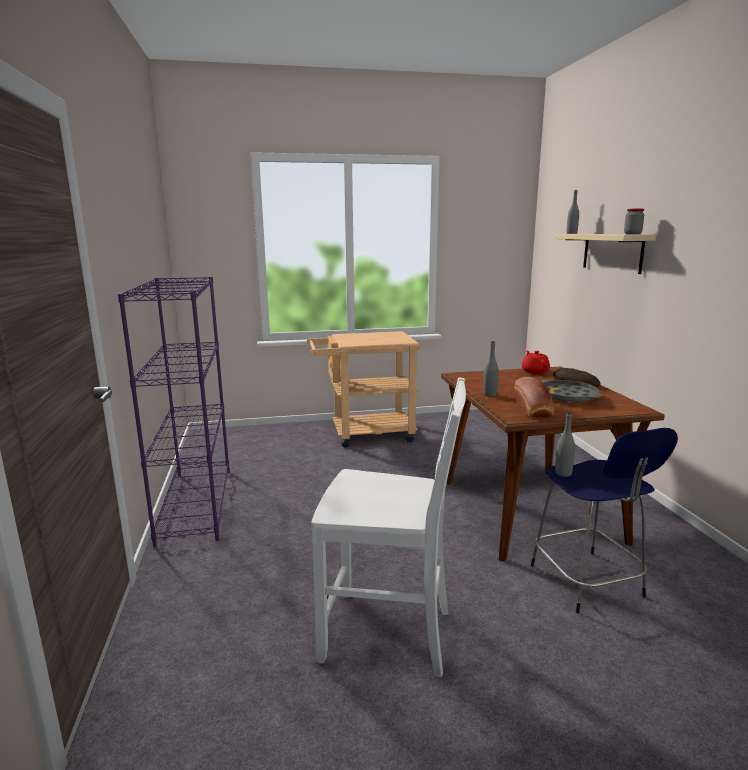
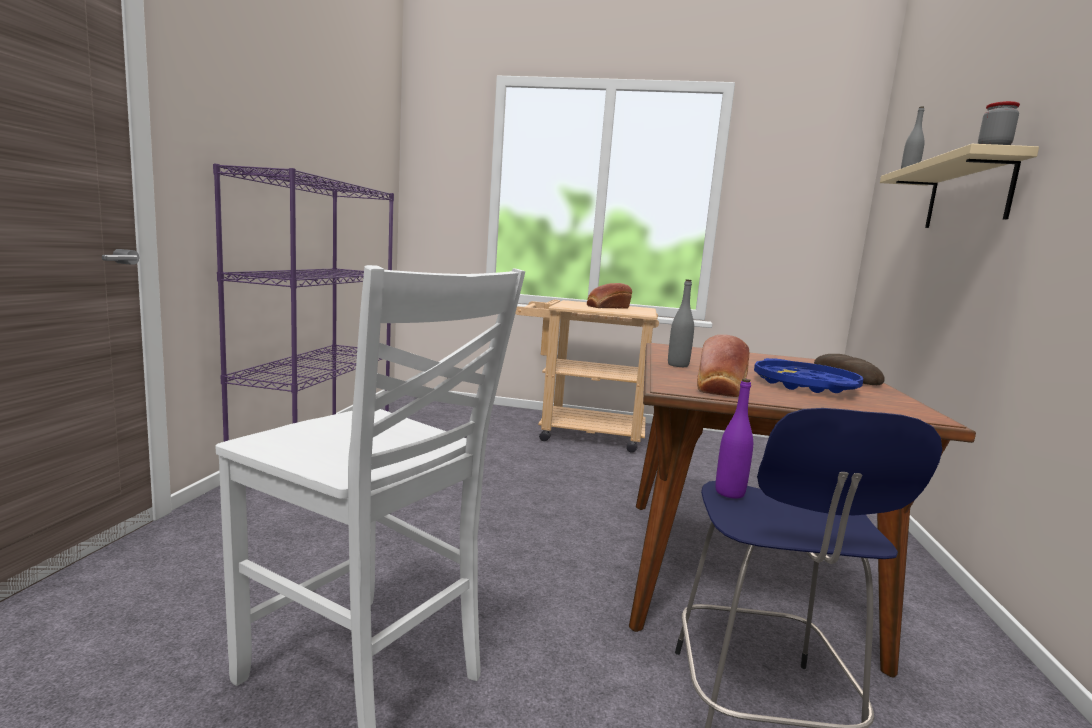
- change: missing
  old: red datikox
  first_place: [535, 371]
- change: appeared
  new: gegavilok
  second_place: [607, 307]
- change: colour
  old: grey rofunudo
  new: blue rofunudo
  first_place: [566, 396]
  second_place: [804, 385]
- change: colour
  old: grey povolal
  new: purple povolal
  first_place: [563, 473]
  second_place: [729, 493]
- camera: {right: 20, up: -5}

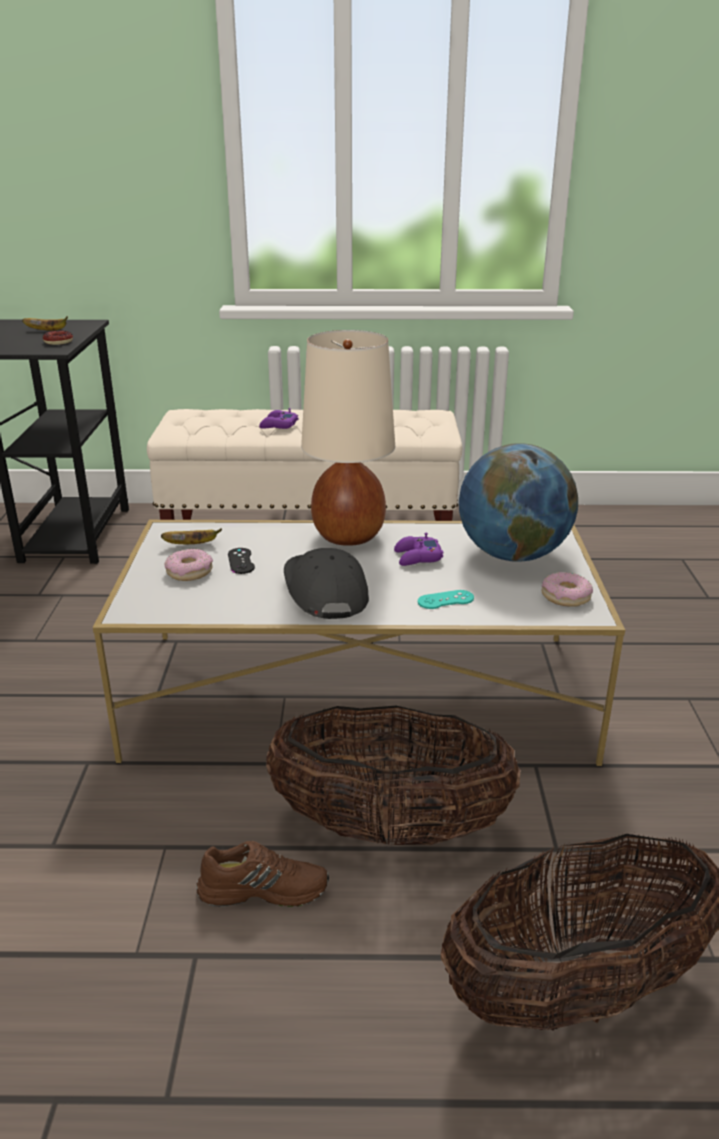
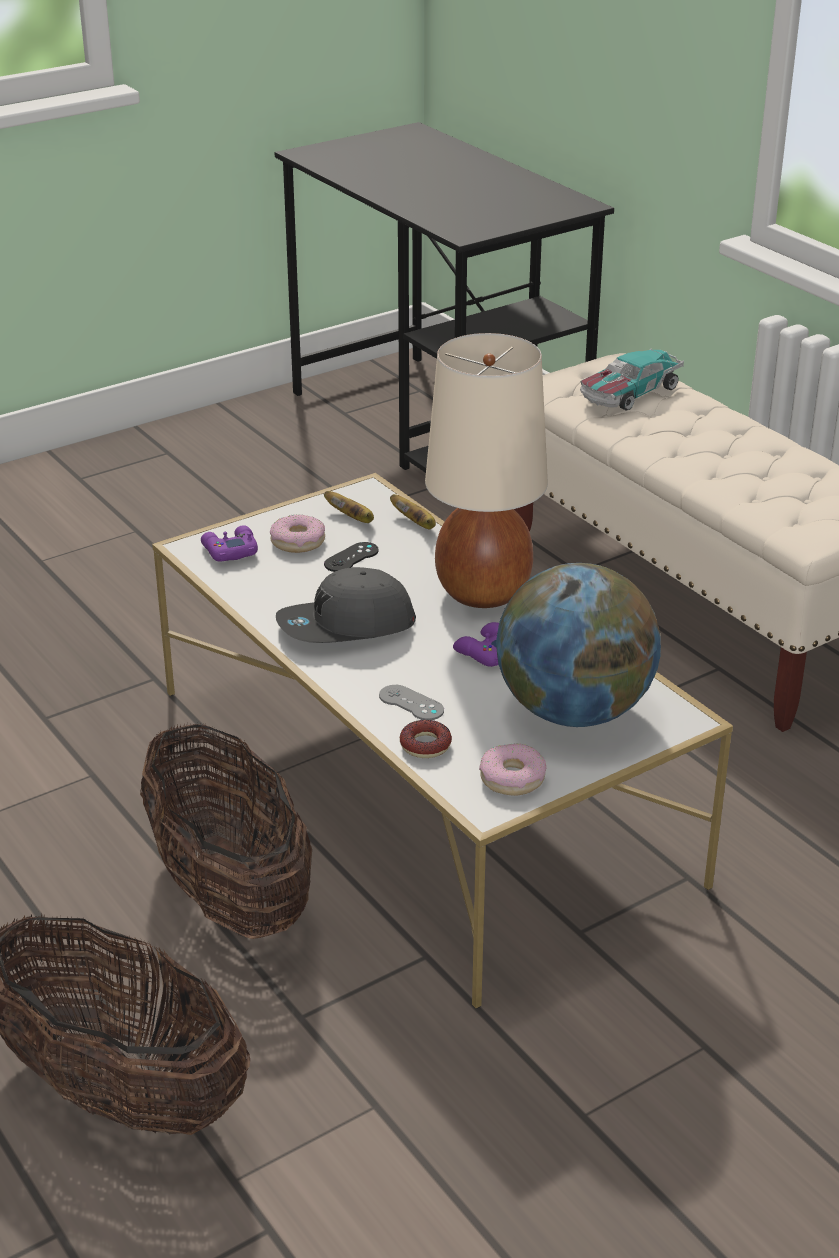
- change: missing
  old: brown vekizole
  first_place: [263, 888]
- change: appeared
  new: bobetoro
  second_place: [629, 393]
- change: relocated
  old: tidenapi
  first_place: [48, 330]
  second_place: [416, 523]
- change: relocated
  old: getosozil
  first_place: [58, 342]
  second_place: [425, 745]
- change: relocated
  old: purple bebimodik
  first_place: [278, 425]
  second_place: [229, 550]
- change: colour
  old: turquoise bebimodik
  new: grey bebimodik
  first_place: [445, 600]
  second_place: [411, 703]
- change: spun
  old: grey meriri
  first_place: [324, 591]
  second_place: [346, 627]
  degrees: -150
- camera: {right: 55, up: 5}

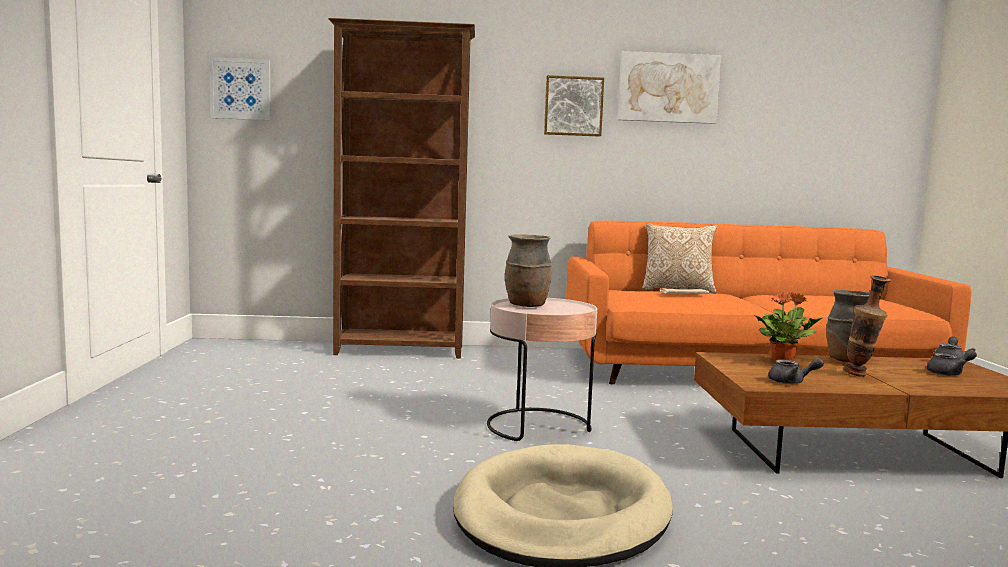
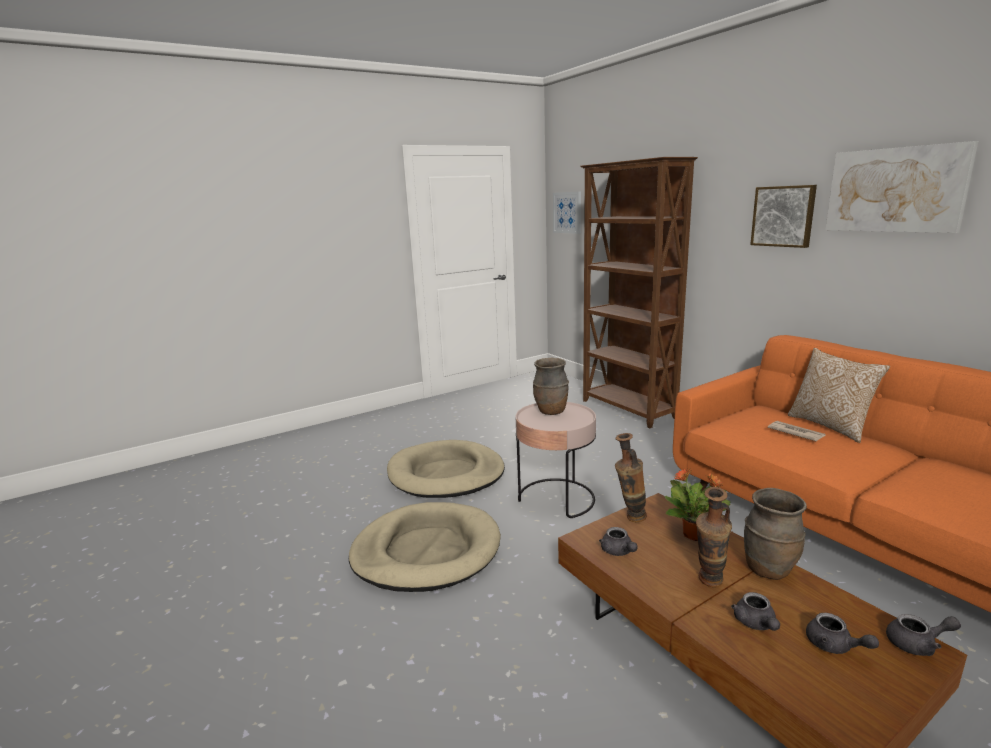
- change: appeared
  new: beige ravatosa
  second_place: [446, 474]
- change: appeared
  new: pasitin
  second_place: [629, 518]
- change: appeared
  new: grey datikox
  second_place: [756, 624]
- camera: {right: 60, up: 10}

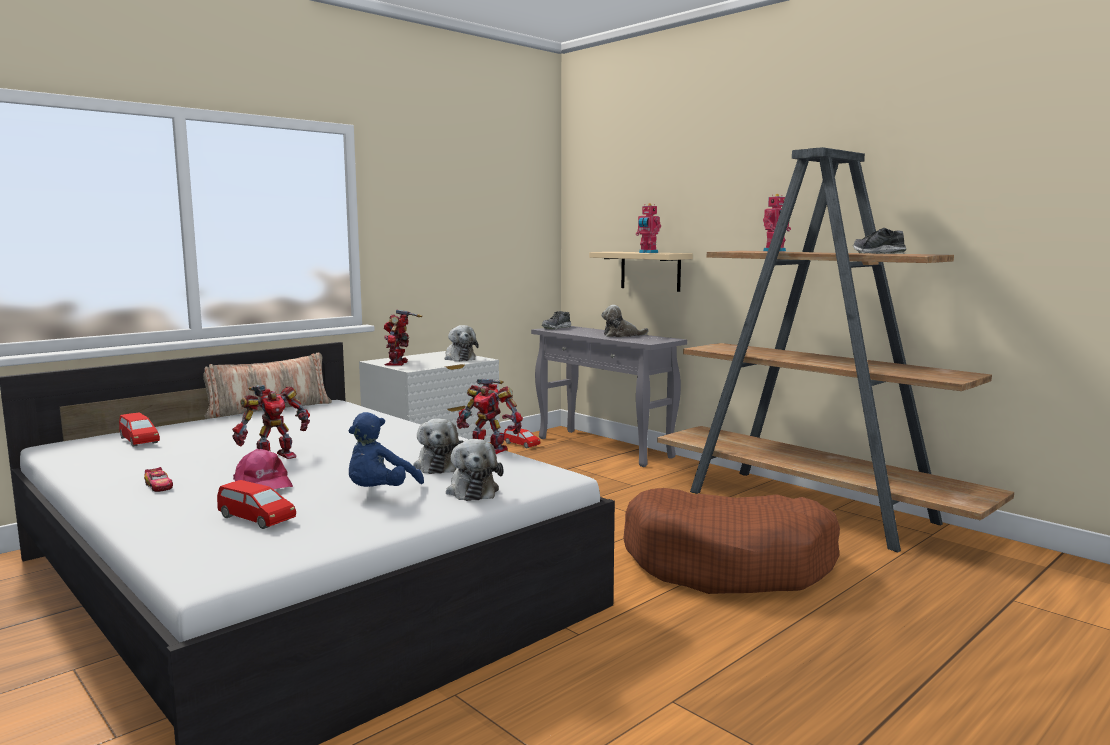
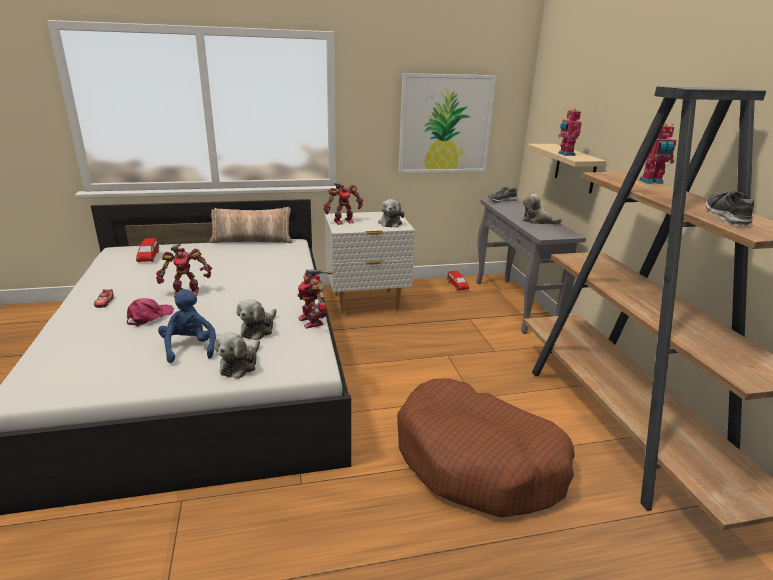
- change: missing
  old: red bobetoro
  first_place: [256, 518]
- change: appeared
  new: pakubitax
  second_place: [445, 124]
- change: spun
  old: pink meriri
  first_place: [263, 483]
  second_place: [149, 316]
  degrees: -135
- change: spun
  old: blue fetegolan
  first_place: [380, 493]
  second_place: [189, 348]
  degrees: 105
- change: spun
  old: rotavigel
  first_place: [398, 363]
  second_place: [343, 221]
  degrees: -150
- camera: {right: 30, up: 15}

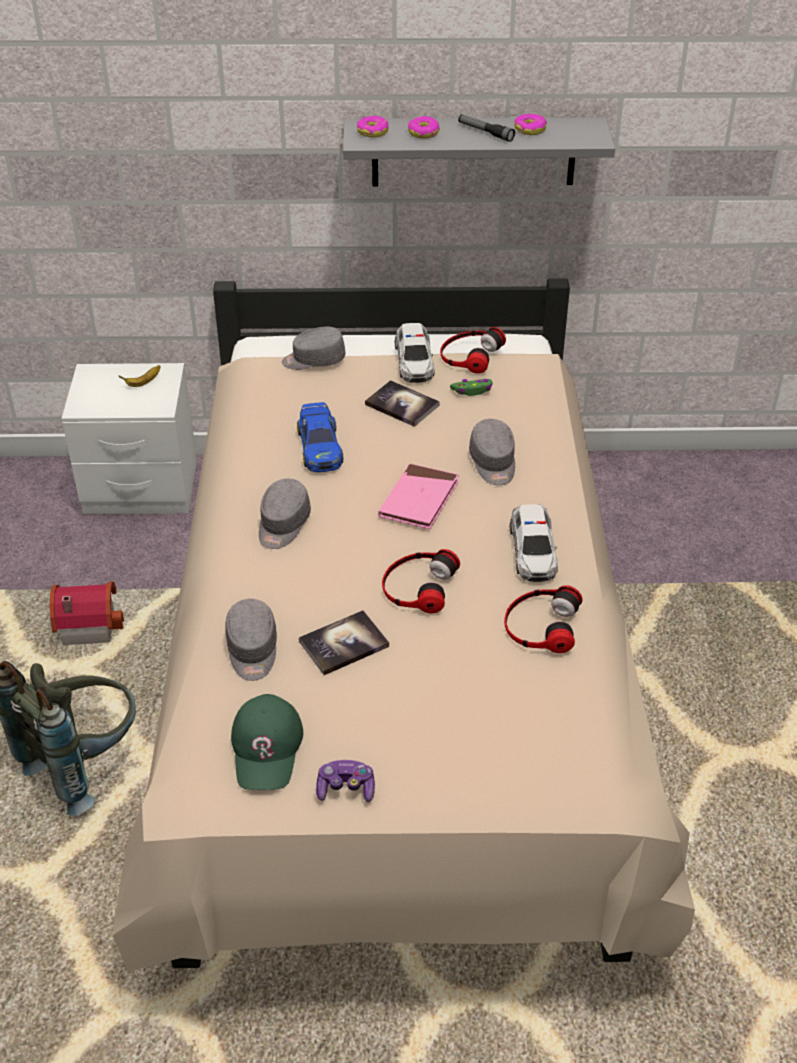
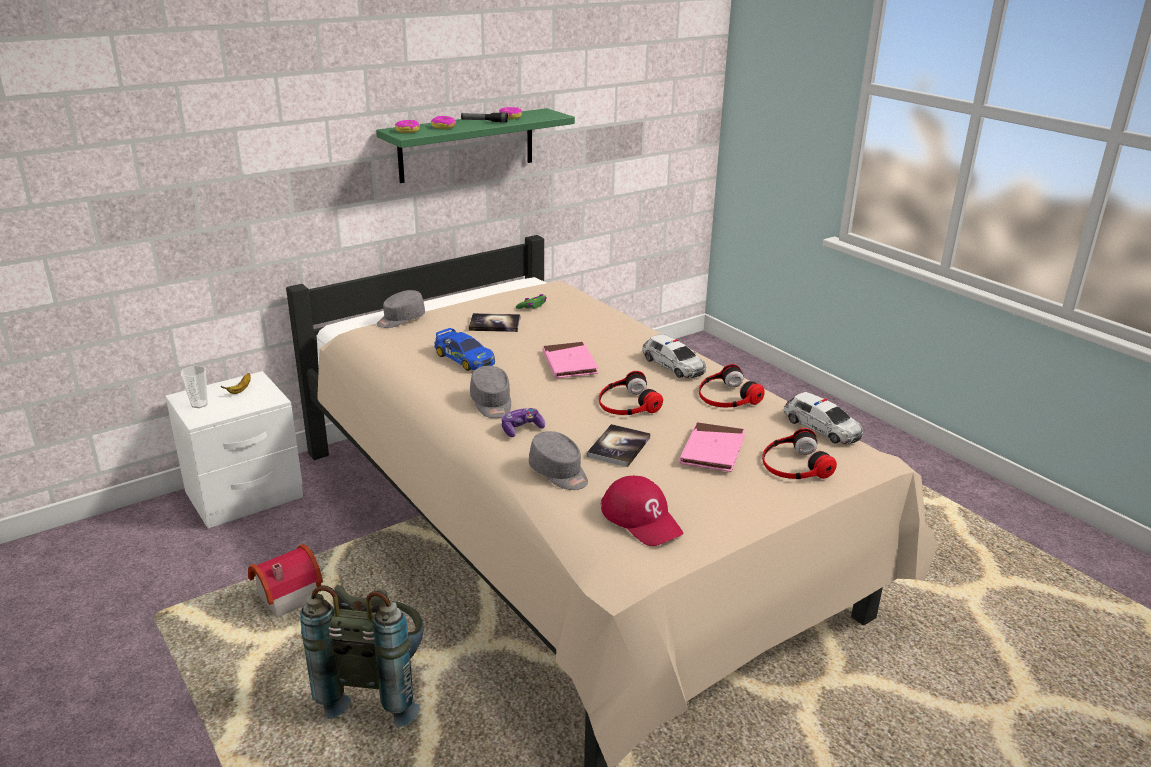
- change: missing
  old: grey meriri
  first_place: [493, 463]
- change: appeared
  new: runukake
  second_place: [199, 404]
- change: appeared
  new: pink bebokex
  second_place: [712, 451]
- change: relocated
  old: bebimodik
  first_place: [346, 788]
  second_place: [521, 429]
- change: relocated
  old: bobetoro
  first_place: [414, 361]
  second_place: [822, 427]
- change: relocated
  old: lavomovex
  first_place: [469, 355]
  second_place: [794, 464]
- change: colour
  old: green meriri
  new: red meriri
  first_place: [267, 748]
  second_place: [642, 519]
- change: colour
  old: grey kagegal
  new: green kagegal
  first_place: [473, 151]
  second_place: [467, 145]
- camera: {right: -35, up: -15}

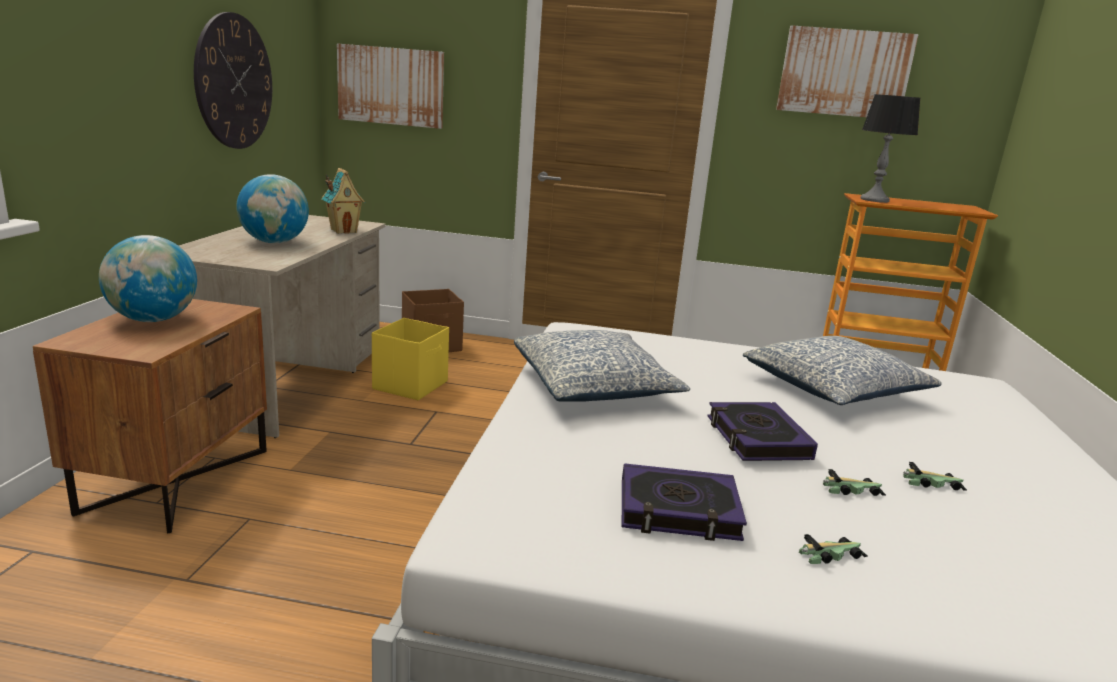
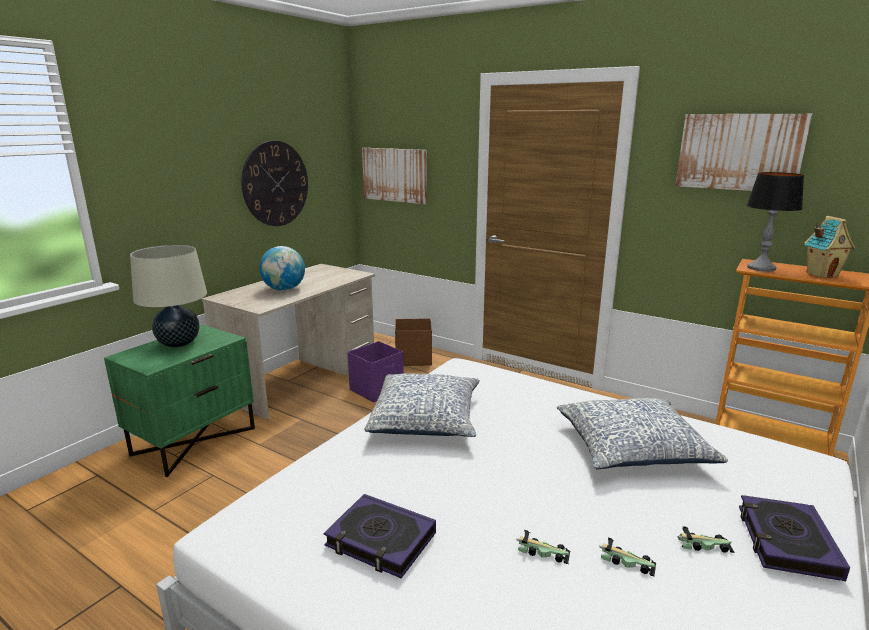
- change: relocated
  old: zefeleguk
  first_place: [344, 231]
  second_place: [821, 274]
- change: relocated
  old: bebokex
  first_place: [757, 438]
  second_place: [786, 542]
- change: relocated
  old: bobetoro
  first_place: [830, 554]
  second_place: [703, 545]
- change: exchanged
  old: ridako
  new: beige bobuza
  first_place: [154, 320]
  second_place: [179, 343]
- change: colour
  old: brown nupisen
  new: green nupisen
  first_place: [176, 479]
  second_place: [194, 441]
- change: colour
  old: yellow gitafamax
  new: purple gitafamax
  first_place: [411, 385]
  second_place: [377, 389]
- camera: {right: 25, up: 0}

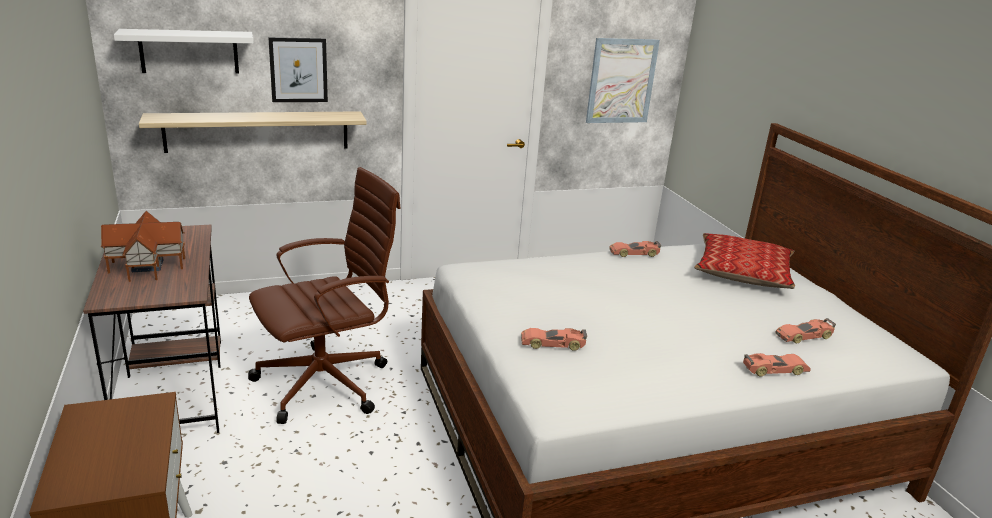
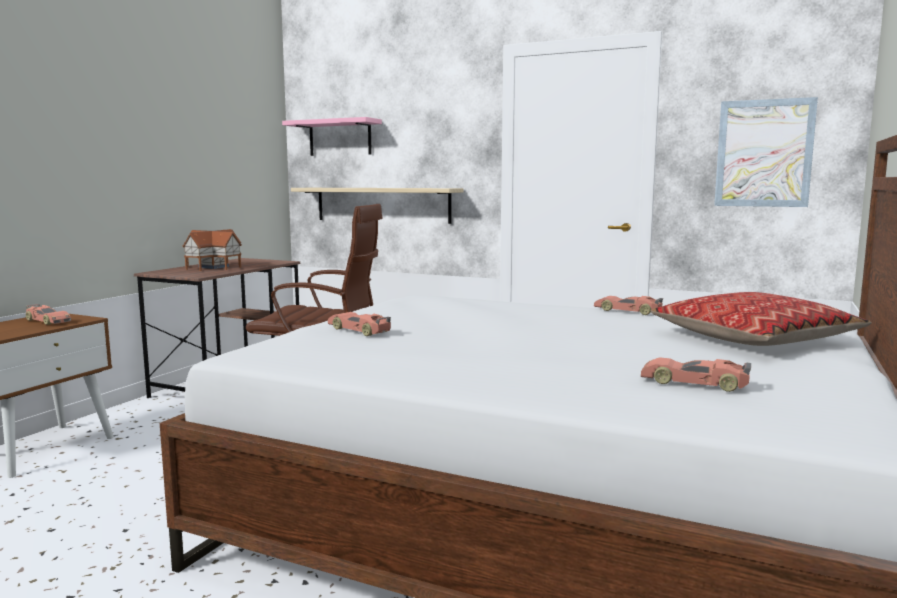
- change: missing
  old: pakubitax
  first_place: [298, 70]
- change: relocated
  old: bobetoro
  first_place: [774, 370]
  second_place: [47, 321]
- change: colour
  old: white kagegal
  new: pink kagegal
  first_place: [189, 51]
  second_place: [340, 138]
- camera: {right: 45, up: -15}

